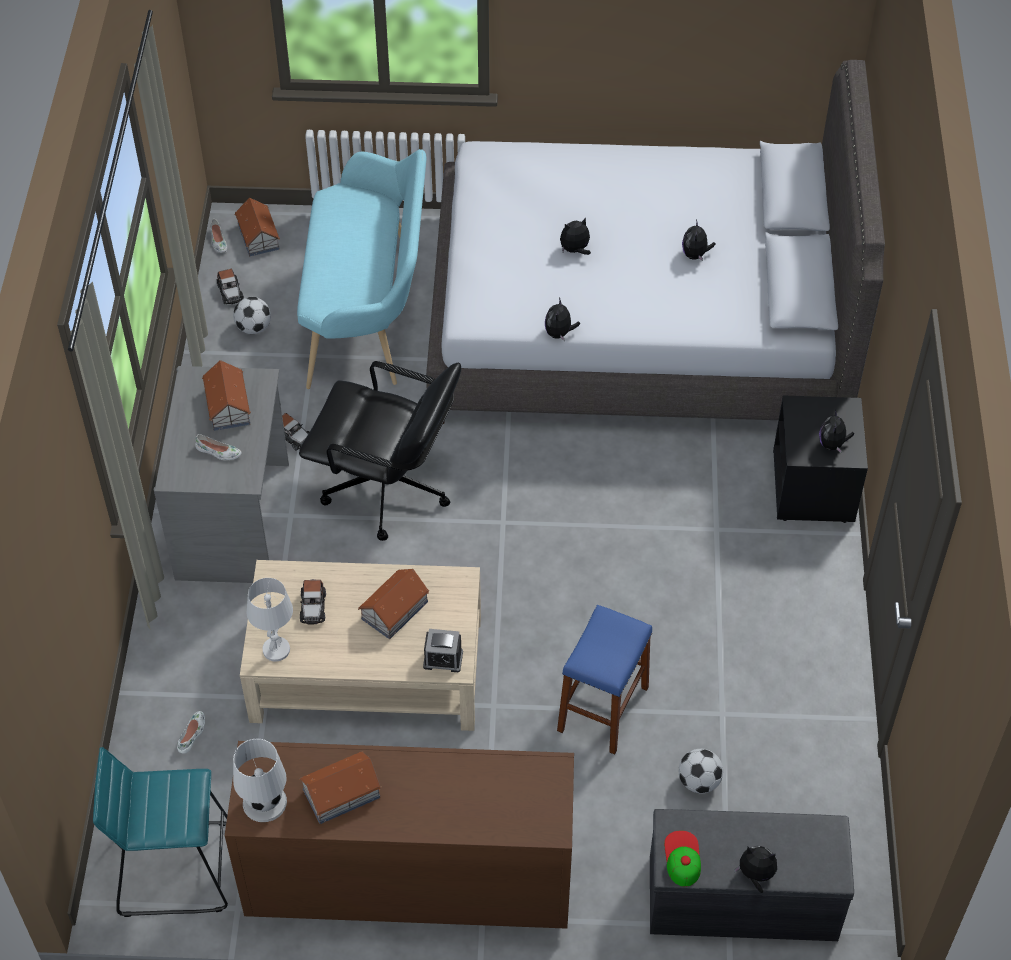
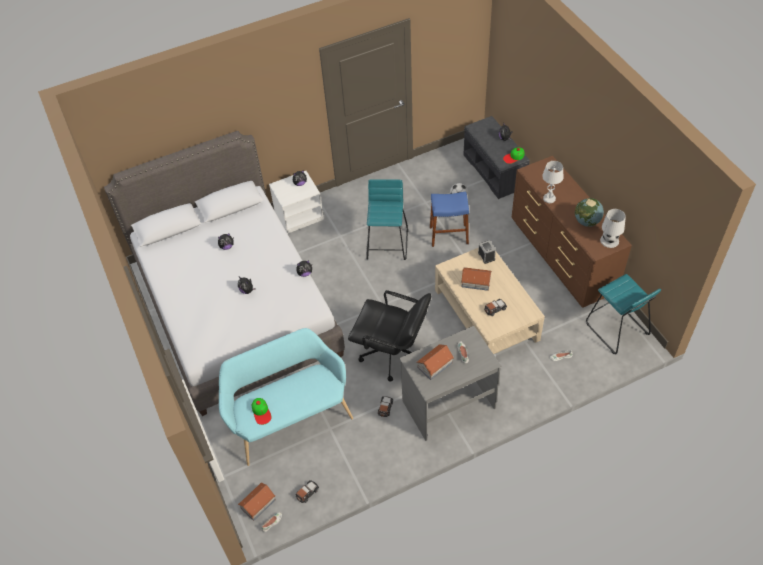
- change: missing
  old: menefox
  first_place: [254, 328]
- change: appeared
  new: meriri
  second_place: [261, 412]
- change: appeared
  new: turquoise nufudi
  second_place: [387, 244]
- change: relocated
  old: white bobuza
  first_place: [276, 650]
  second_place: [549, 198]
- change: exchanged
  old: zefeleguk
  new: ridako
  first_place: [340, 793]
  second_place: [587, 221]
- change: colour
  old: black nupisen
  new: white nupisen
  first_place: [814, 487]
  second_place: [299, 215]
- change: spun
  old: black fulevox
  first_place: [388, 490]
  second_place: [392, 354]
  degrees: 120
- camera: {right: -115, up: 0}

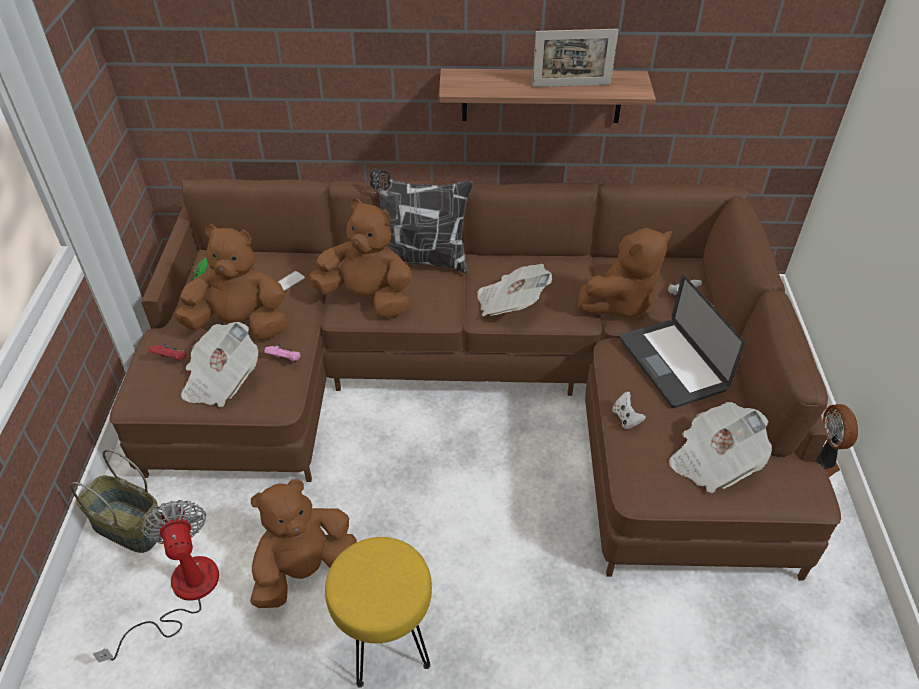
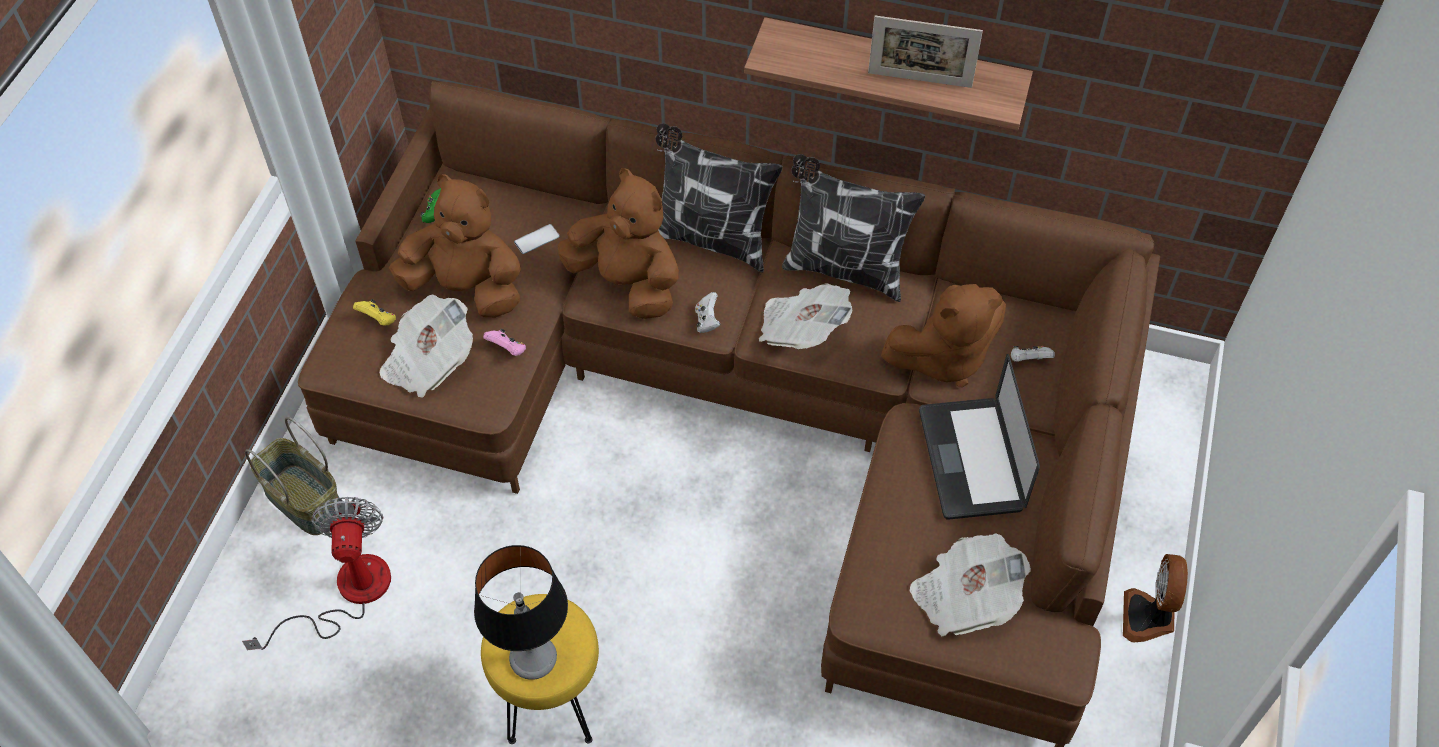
- change: missing
  old: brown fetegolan
  first_place: [304, 570]
- change: appeared
  new: bobuza
  second_place: [533, 657]
- change: appeared
  new: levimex
  second_place: [843, 269]
- change: relocated
  old: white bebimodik
  first_place: [626, 418]
  second_place: [707, 321]
- change: colour
  old: red bebimodik
  new: yellow bebimodik
  first_place: [171, 359]
  second_place: [378, 320]
- camera: {right: 15, up: 10}

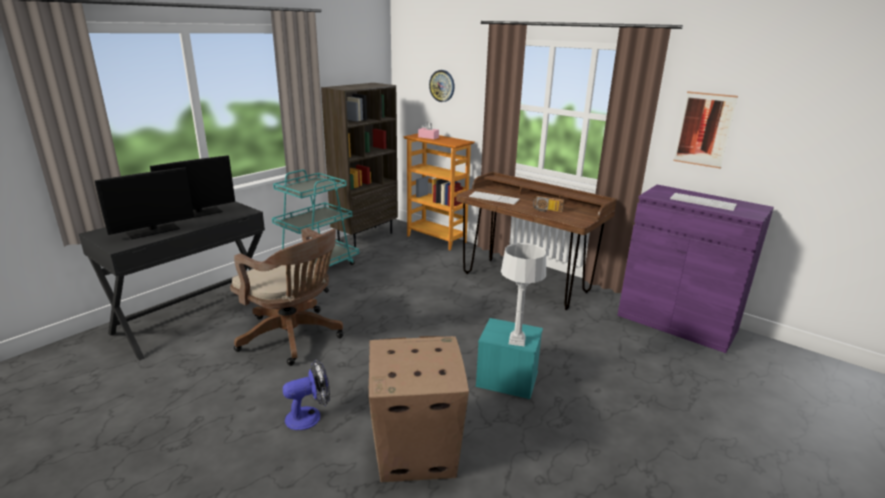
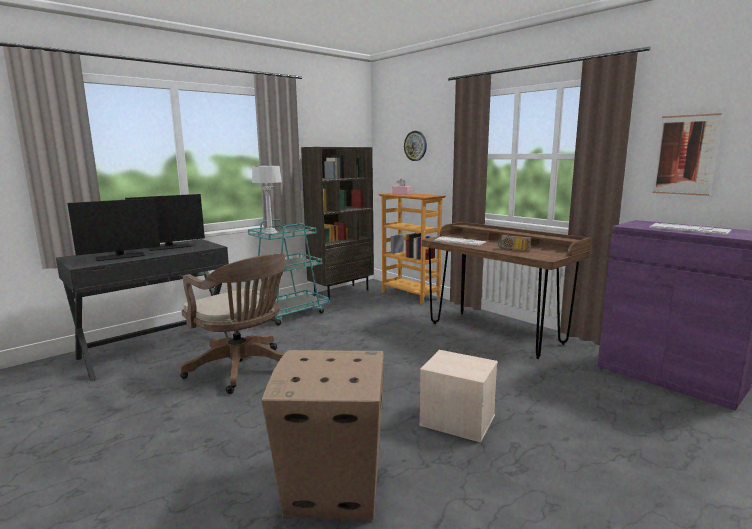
- change: missing
  old: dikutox
  first_place: [309, 416]
- change: relocated
  old: grey bobuza
  first_place: [517, 340]
  second_place: [270, 233]
- change: colour
  old: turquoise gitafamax
  new: beige gitafamax
  first_place: [506, 379]
  second_place: [456, 420]
- camera: {right: 10, up: -10}

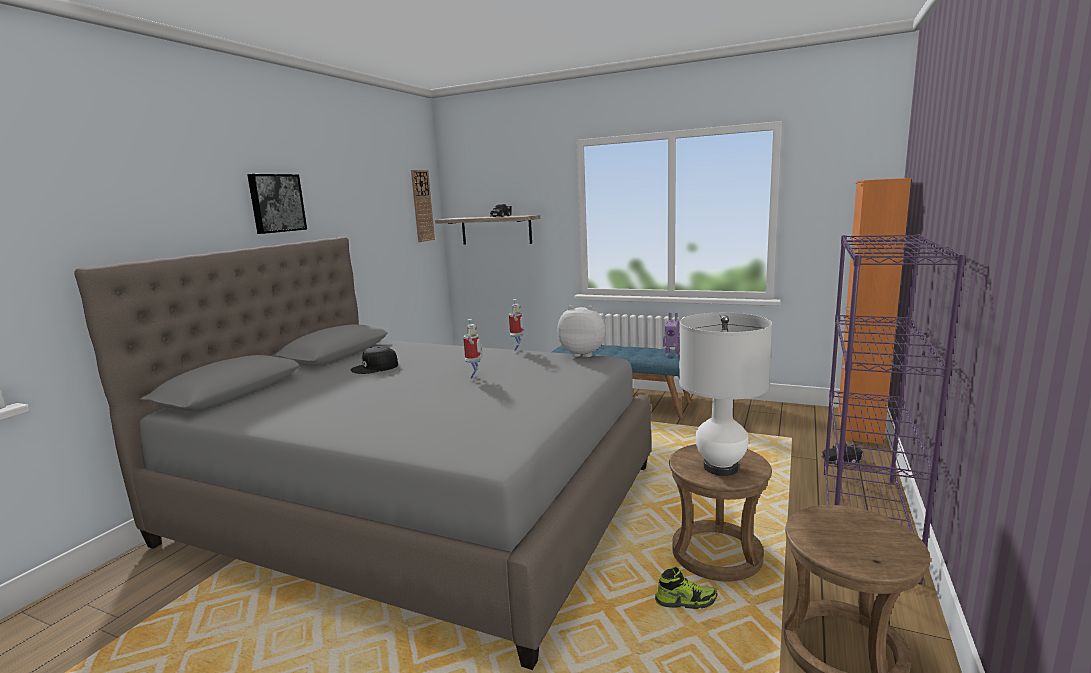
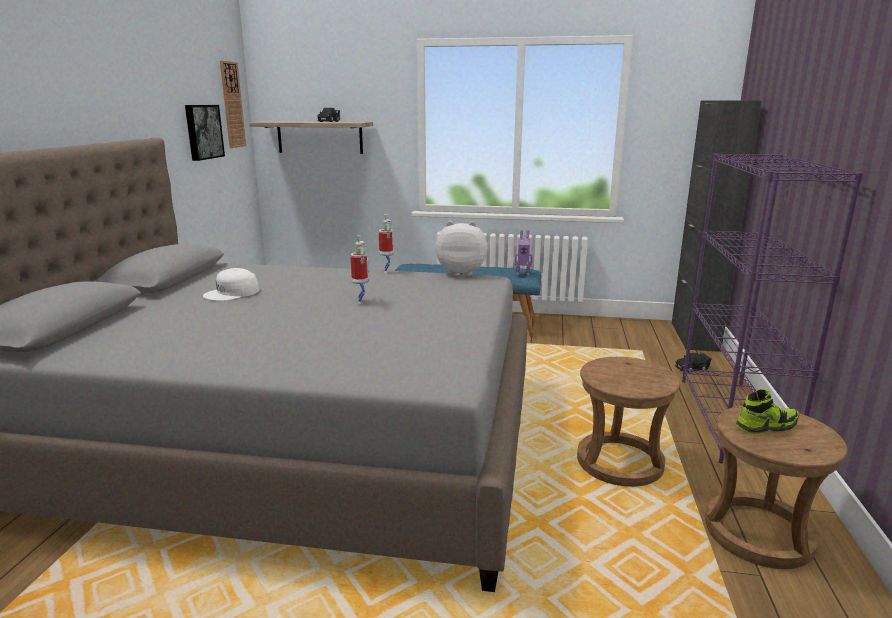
- change: missing
  old: white bobuza
  first_place: [720, 467]
- change: relocated
  old: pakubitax
  first_place: [276, 203]
  second_place: [203, 132]
- change: relocated
  old: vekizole
  first_place: [686, 602]
  second_place: [766, 426]
- change: colour
  old: black meriri
  new: white meriri
  first_place: [375, 367]
  second_place: [232, 293]
- change: colour
  old: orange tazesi
  new: black tazesi
  first_place: [859, 426]
  second_place: [694, 336]
- camera: {right: -15, up: 5}

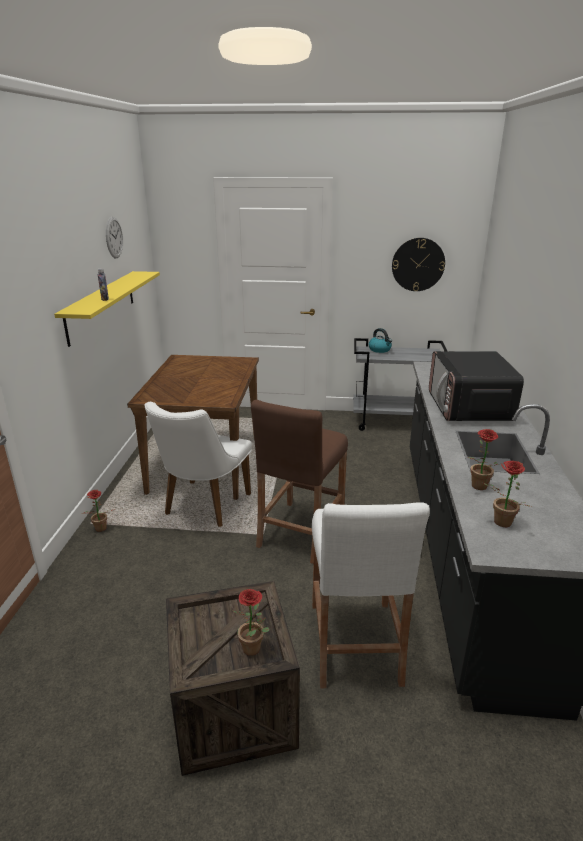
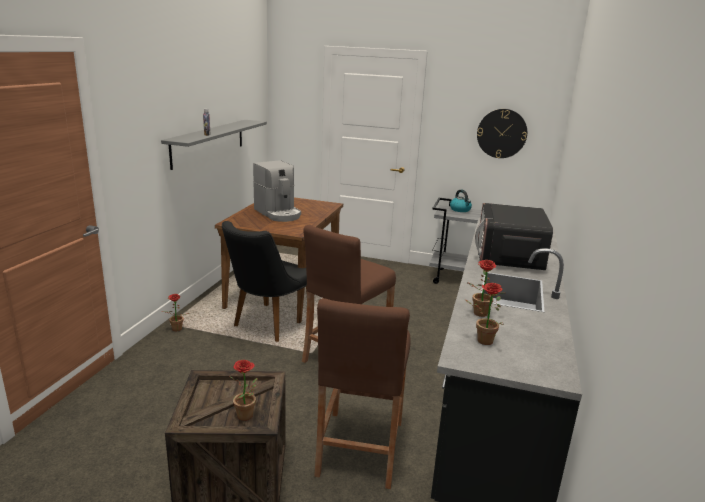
- change: missing
  old: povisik
  first_place: [114, 237]
- change: appeared
  new: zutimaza
  second_place: [278, 213]
- change: colour
  old: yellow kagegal
  new: grey kagegal
  first_place: [101, 305]
  second_place: [209, 142]
- change: colour
  old: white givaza
  new: black givaza
  first_place: [202, 508]
  second_place: [267, 326]
- change: colour
  old: white nufudi
  new: brown nufudi
  first_place: [355, 642]
  second_place: [359, 447]
- camera: {right: 10, up: -5}

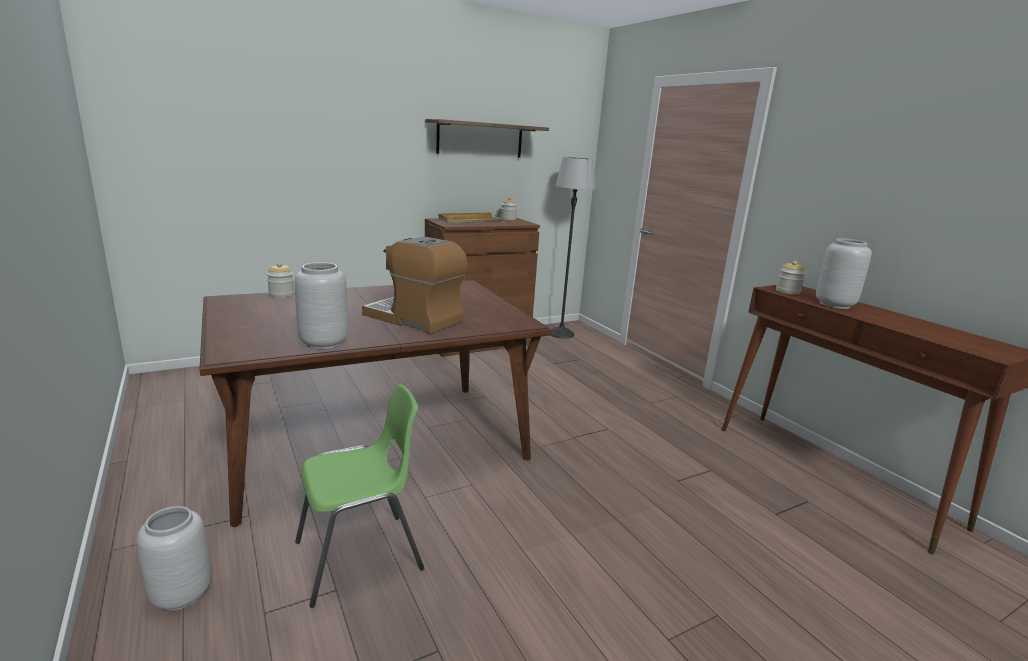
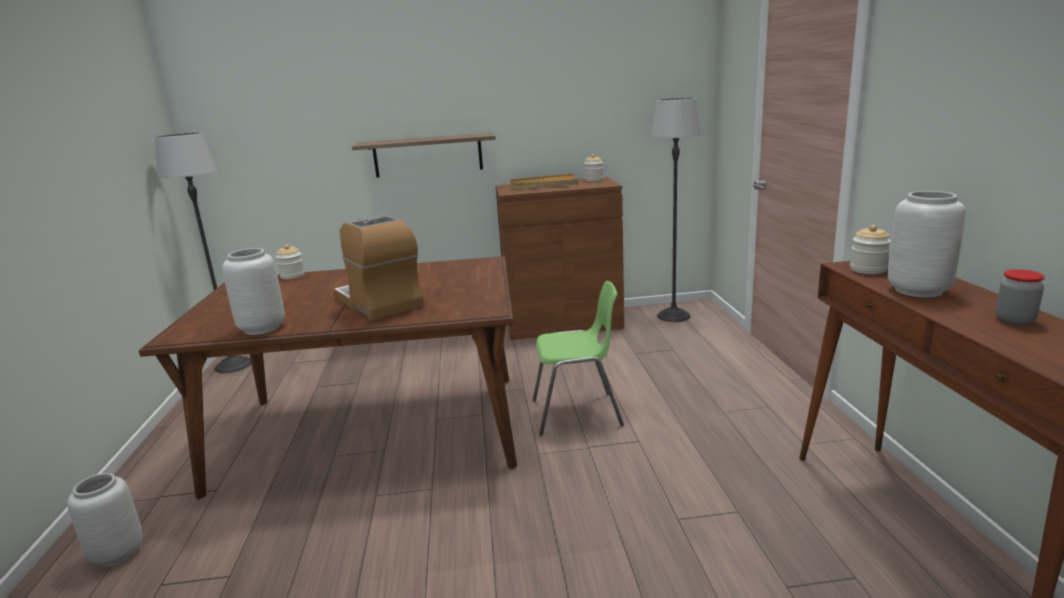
- change: appeared
  new: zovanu
  second_place: [234, 365]
- change: appeared
  new: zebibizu
  second_place: [1014, 320]
- change: relocated
  old: green givaza
  first_place: [360, 557]
  second_place: [577, 413]
- change: relocated
  old: kagegal
  first_place: [480, 139]
  second_place: [428, 155]
- camera: {right: 25, up: 0}

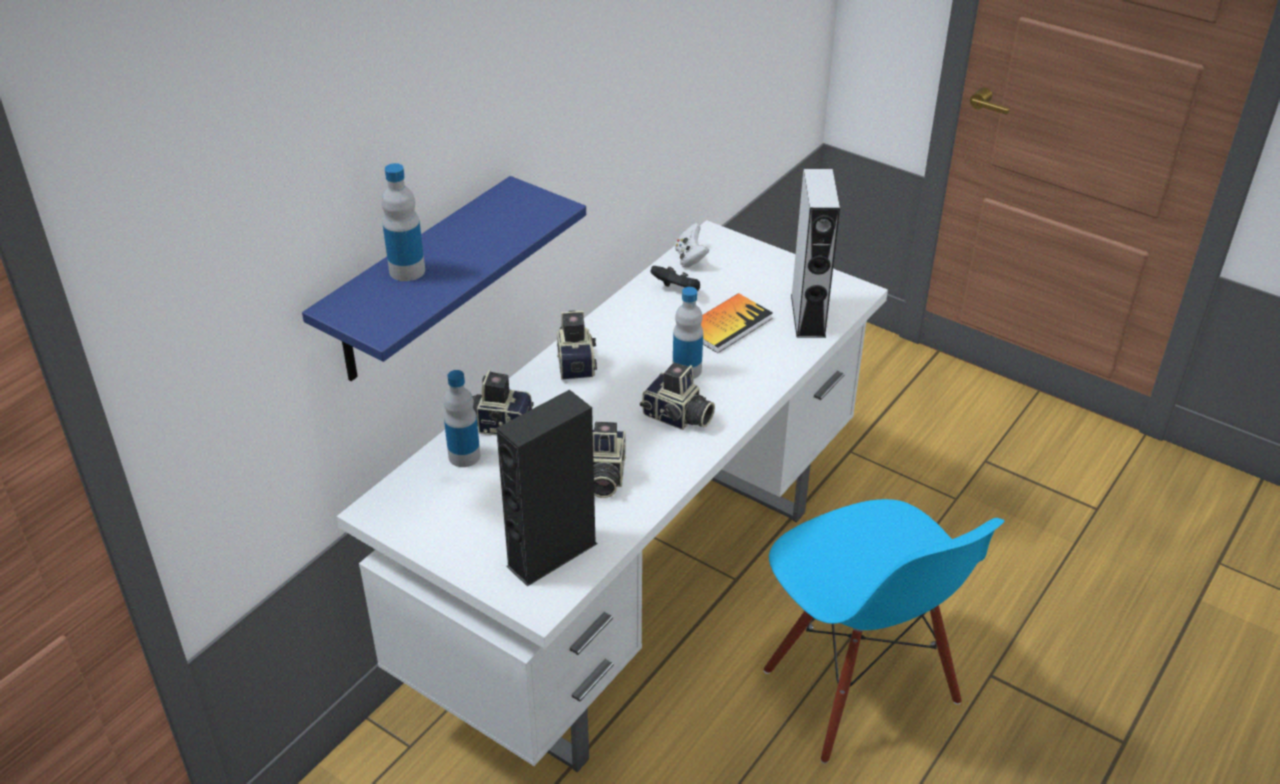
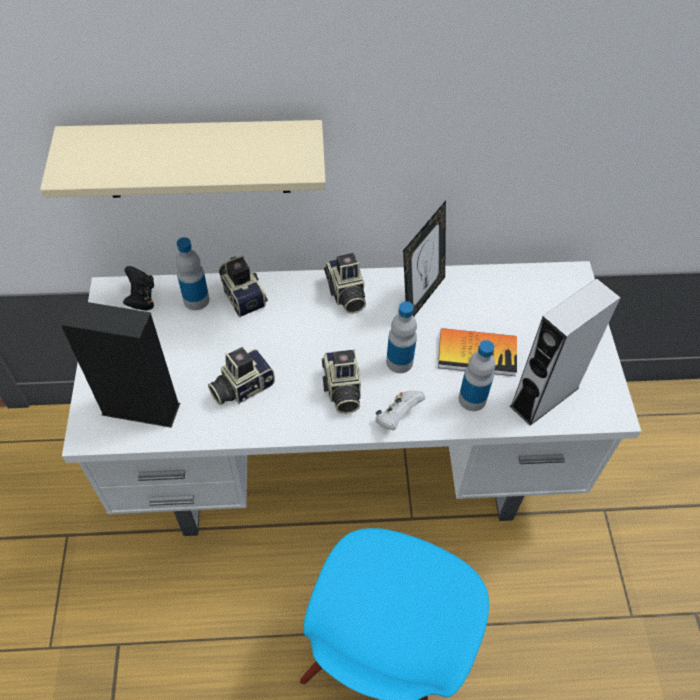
- change: appeared
  new: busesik
  second_place: [420, 298]
- change: relocated
  old: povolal
  first_place: [407, 271]
  second_place: [472, 399]
- change: relocated
  old: black bebimodik
  first_place: [677, 291]
  second_place: [141, 298]
- change: relocated
  old: white bebimodik
  first_place: [690, 258]
  second_place: [397, 417]
- change: colour
  old: blue kagegal
  new: beige kagegal
  first_place: [418, 283]
  second_place: [196, 159]
- change: spun
  old: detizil
  first_place: [576, 362]
  second_place: [345, 294]
  degrees: 120
- camera: {right: 50, up: 15}

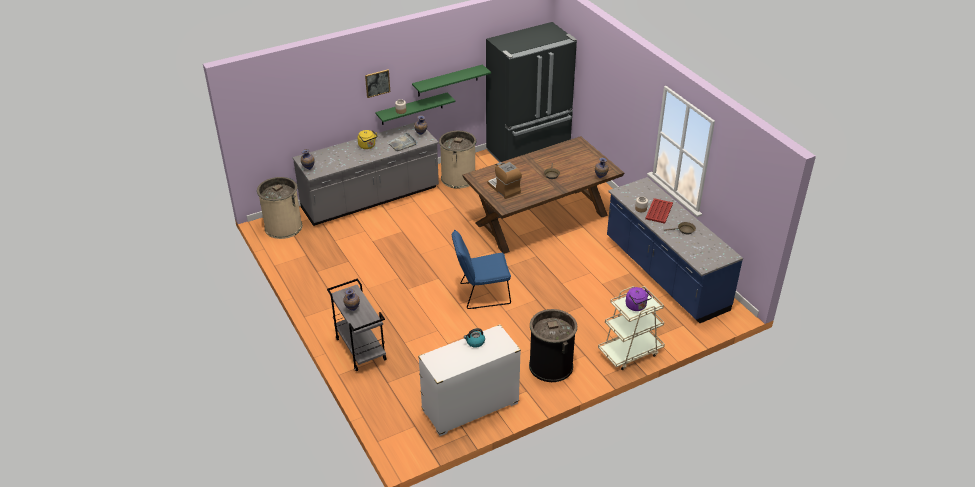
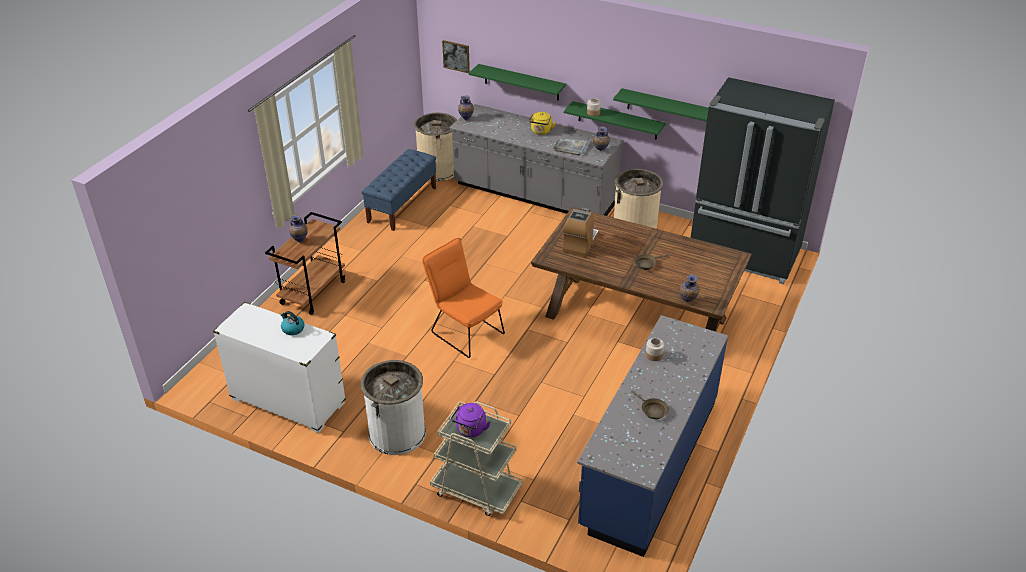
- change: missing
  old: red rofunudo
  first_place: [659, 211]
- change: appeared
  new: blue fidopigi
  second_place: [402, 205]
- change: appeared
  new: green kagegal
  second_place: [521, 82]
- change: relocated
  old: pakubitax
  first_place: [377, 83]
  second_place: [456, 56]
- change: colour
  old: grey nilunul
  new: brown nilunul
  first_place: [360, 349]
  second_place: [313, 292]
- change: colour
  old: blue givaza
  new: orange givaza
  first_place: [481, 294]
  second_place: [464, 331]
- change: colour
  old: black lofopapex
  new: white lofopapex
  first_place: [551, 366]
  second_place: [397, 433]
- camera: {right: 55, up: 0}

